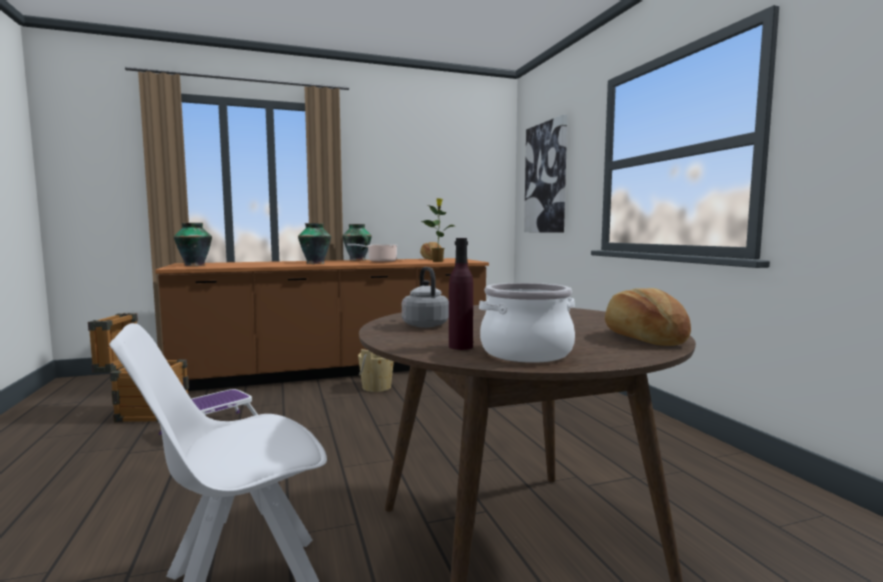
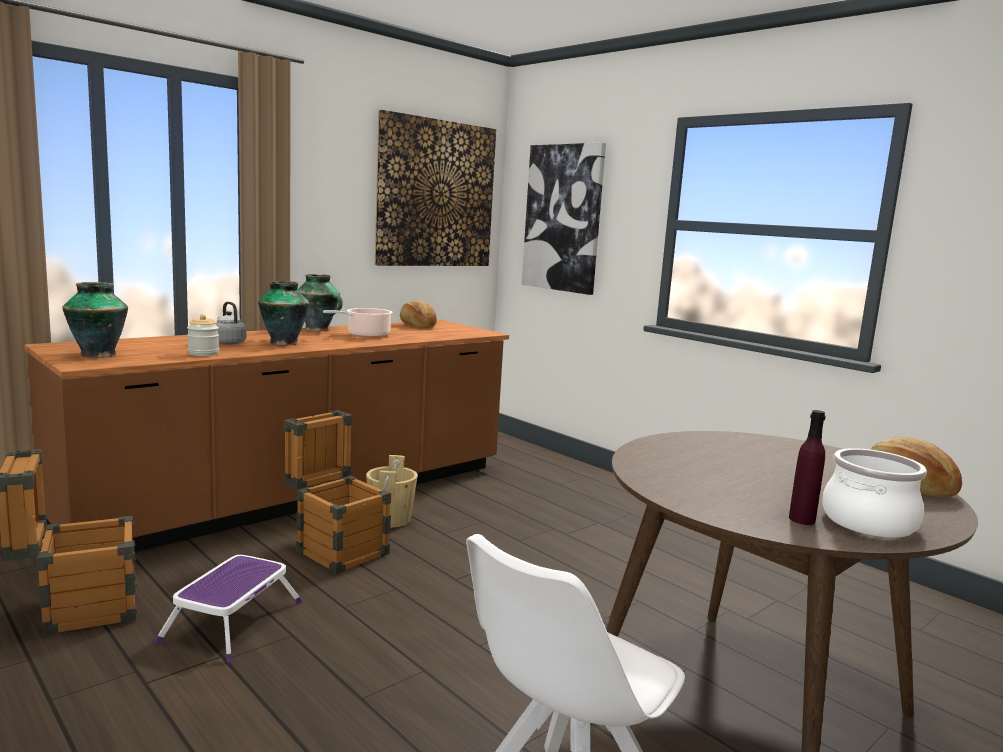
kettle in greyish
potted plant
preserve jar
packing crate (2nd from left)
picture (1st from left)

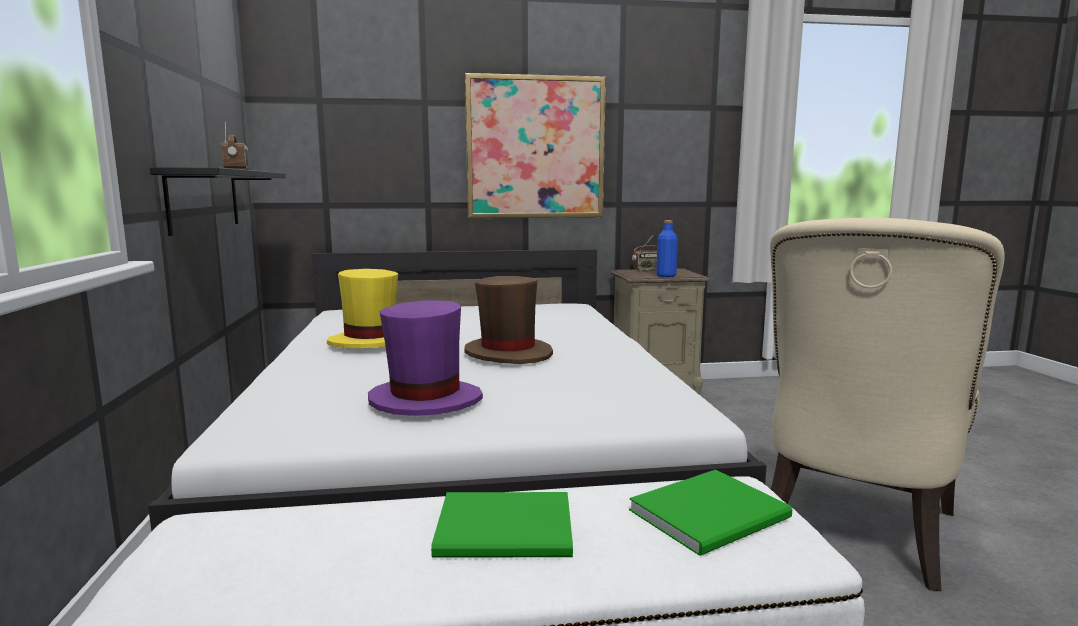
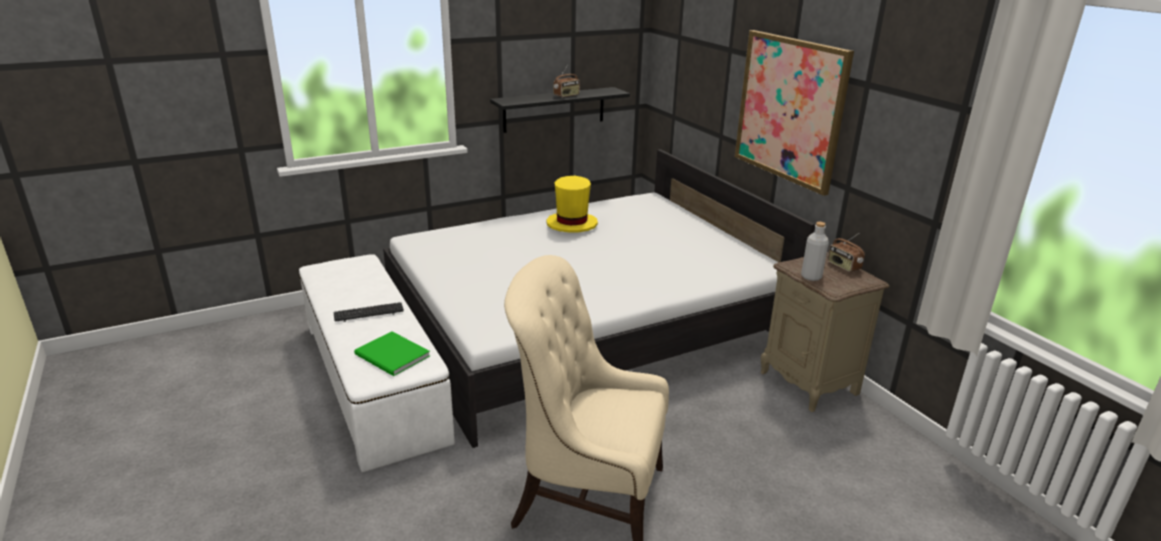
clothing hat in purple-coloured
PC keyboard
clothing hat in brown-coloured
drink bottle in greyish

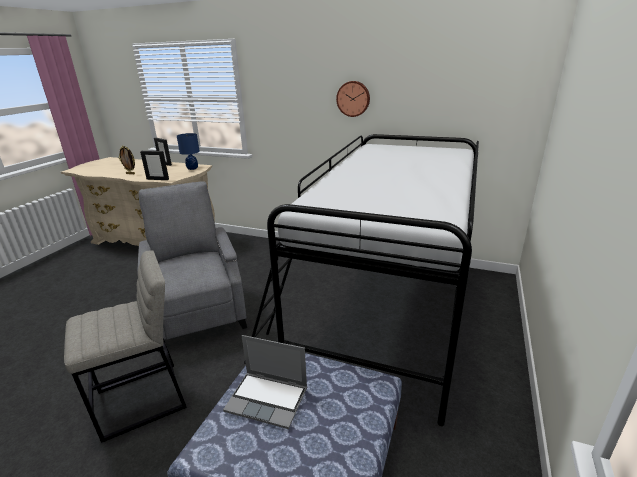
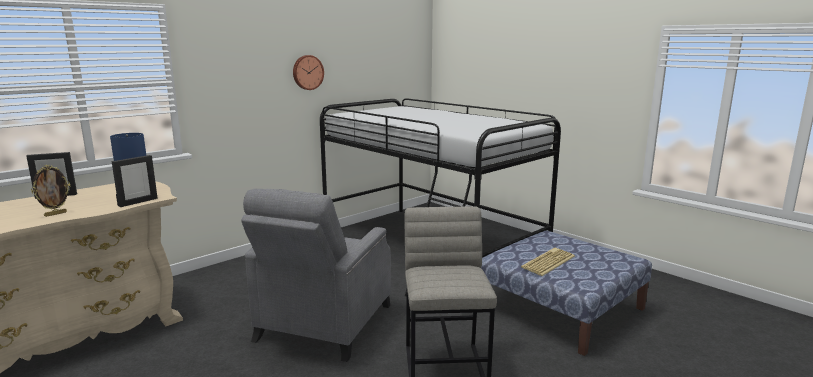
easy chair in greyish
PC keyboard

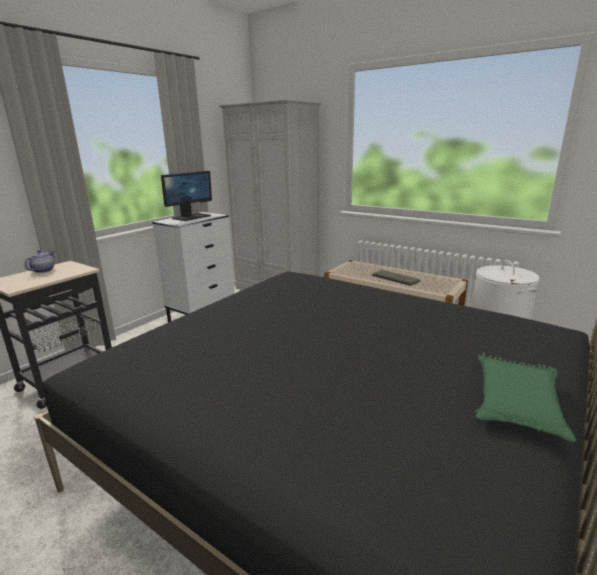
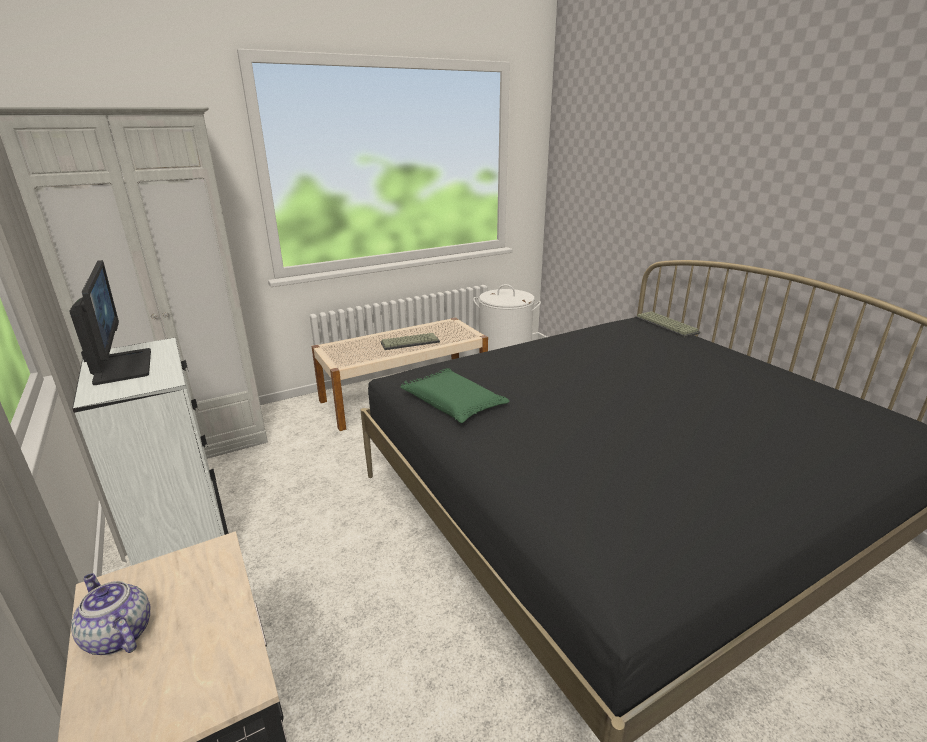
throw pillow in green-coloured
PC keyboard (2nd from left)

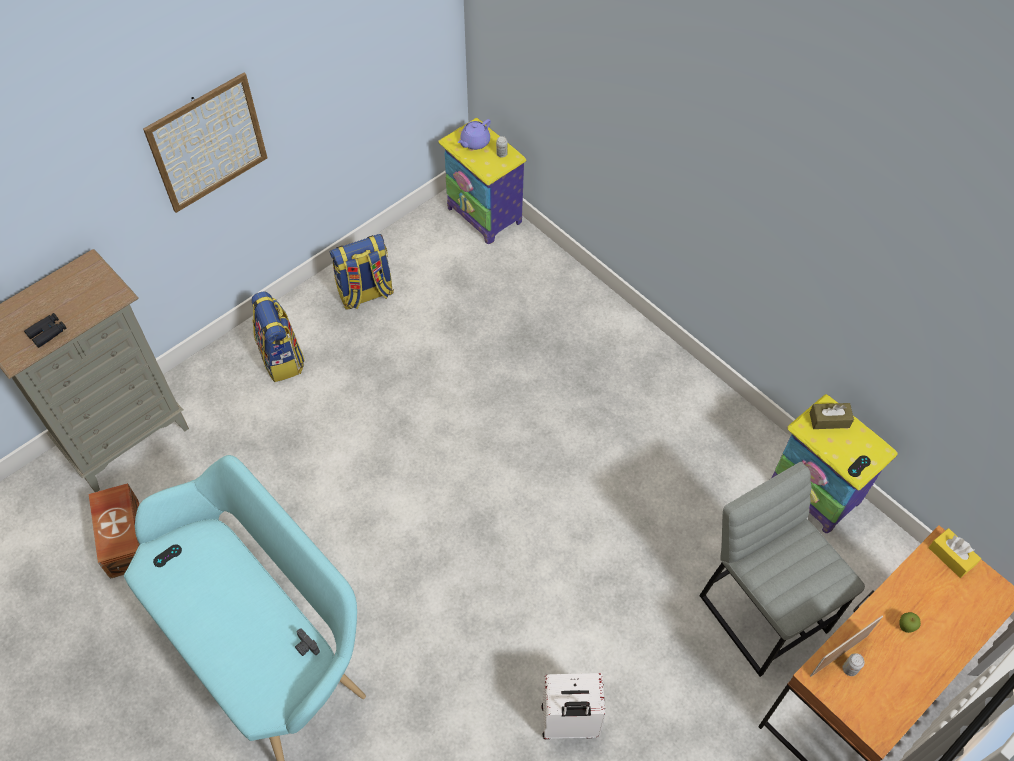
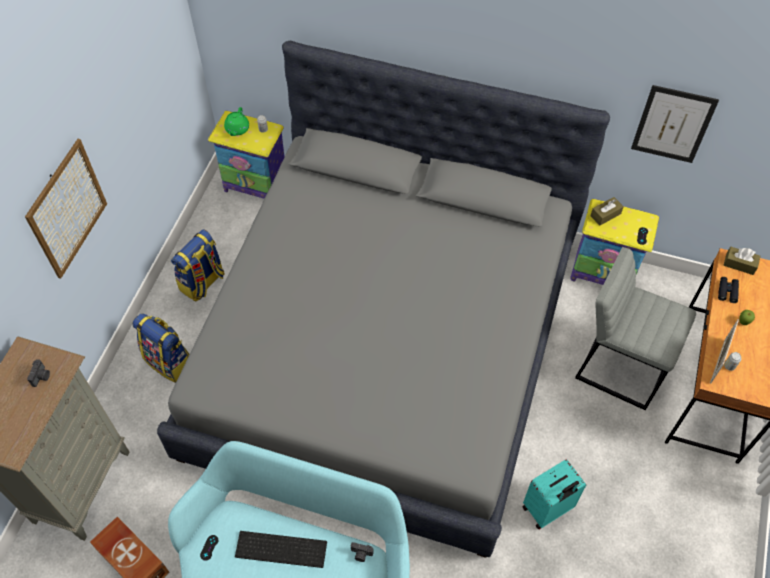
field glasses in black
teapot in green-coloured
travel case in blue-green
tissue box in brown-coloured (2nd from left)
photo camera (1st from left)
sleeping bed in greyish
PC keyboard
picture (2nd from left)

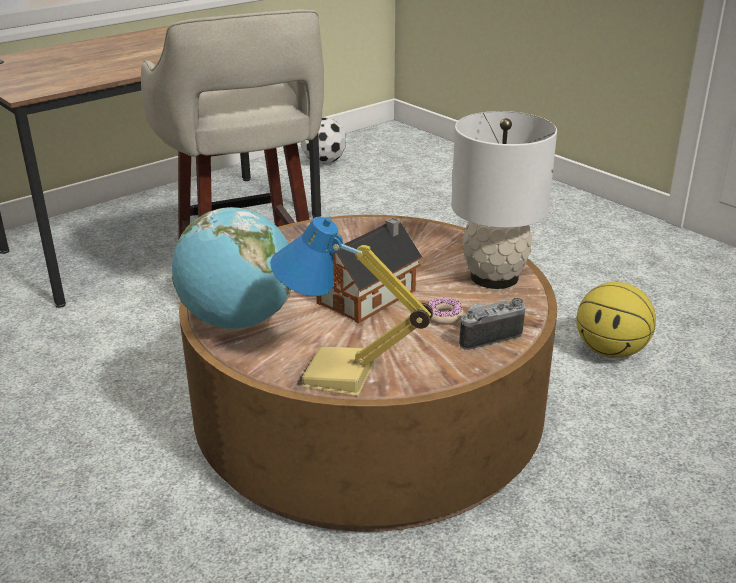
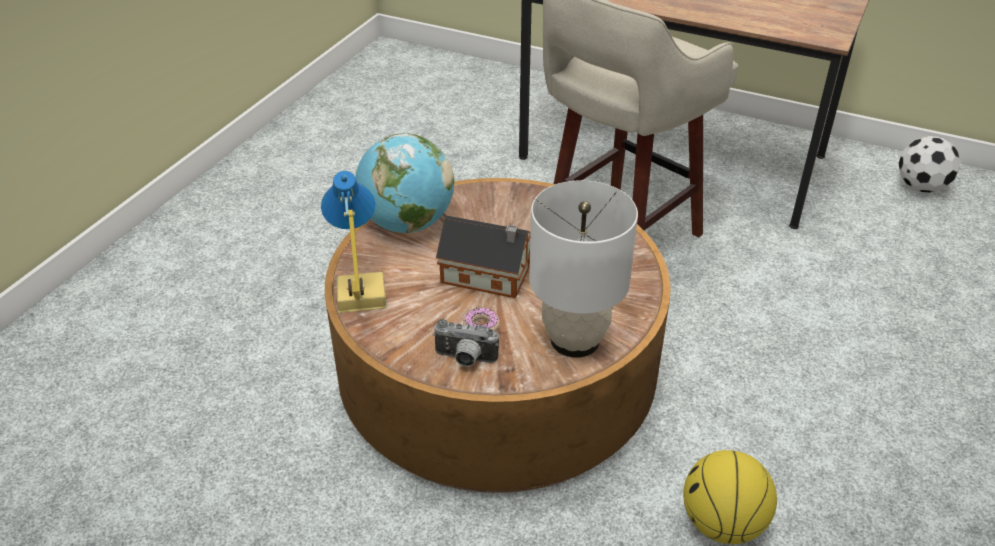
photo camera

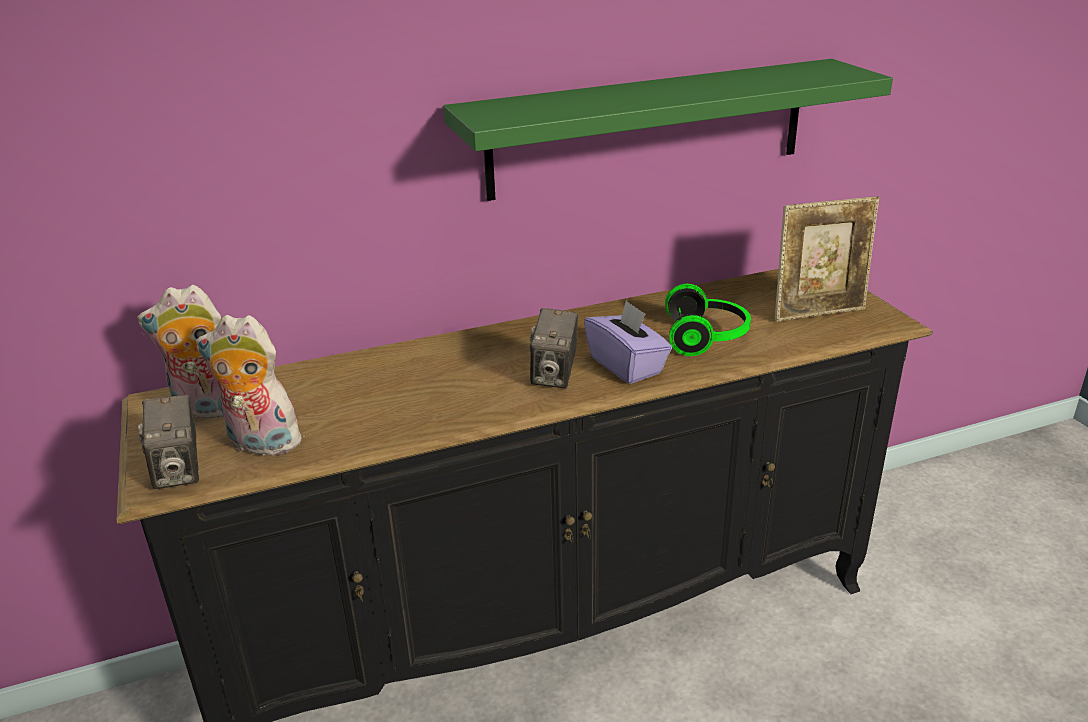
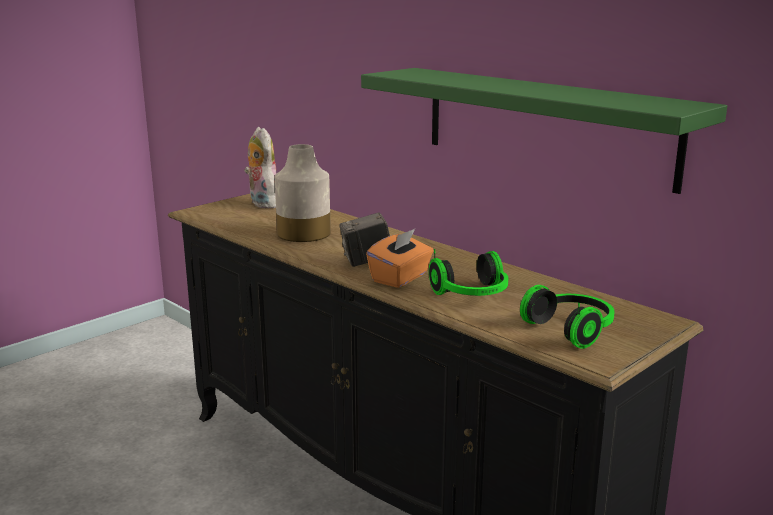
photo camera (1st from left in the first image)
cuddly toy (2nd from left in the first image)
tissue box in orangey
headset (2nd from left)
flower vase in beige-coloured

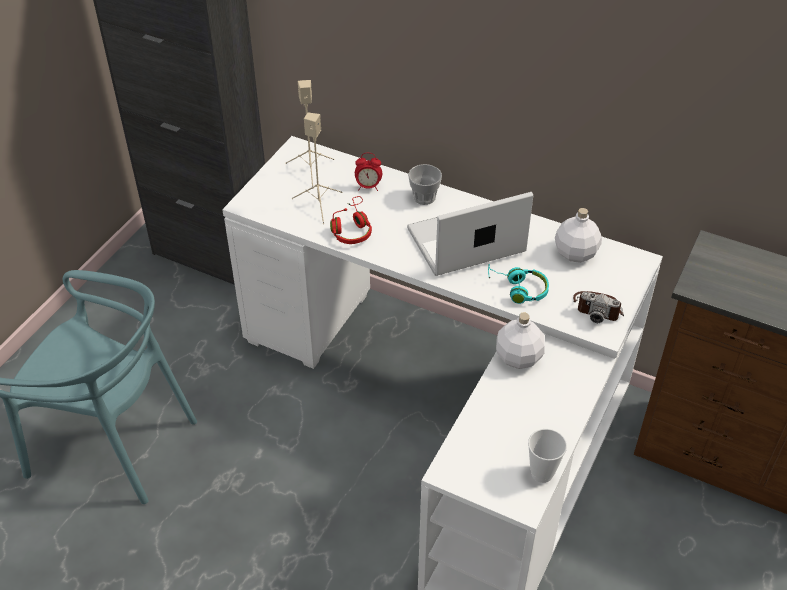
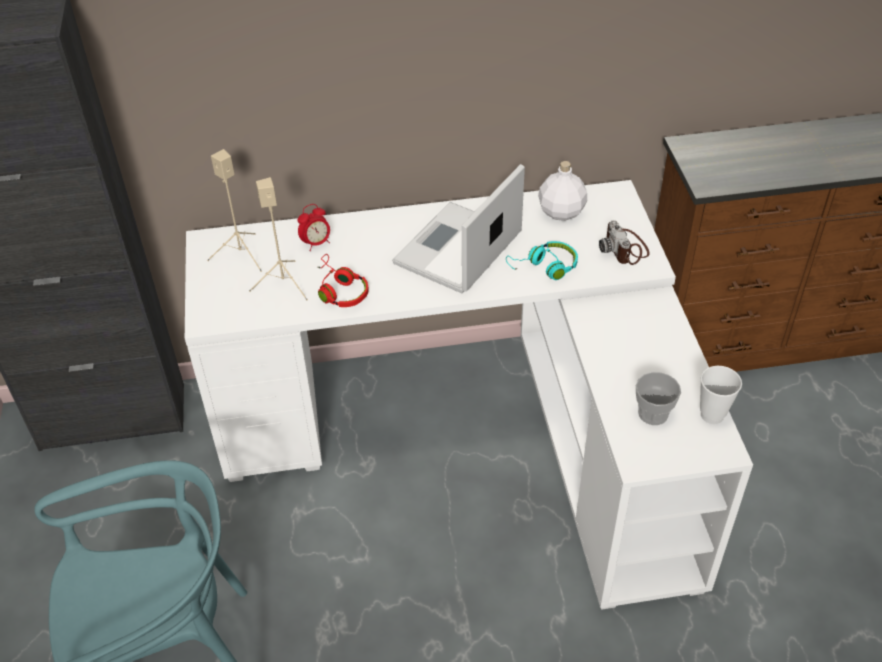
cup (1st from left)
drink bottle in white (1st from left in the first image)
photo camera

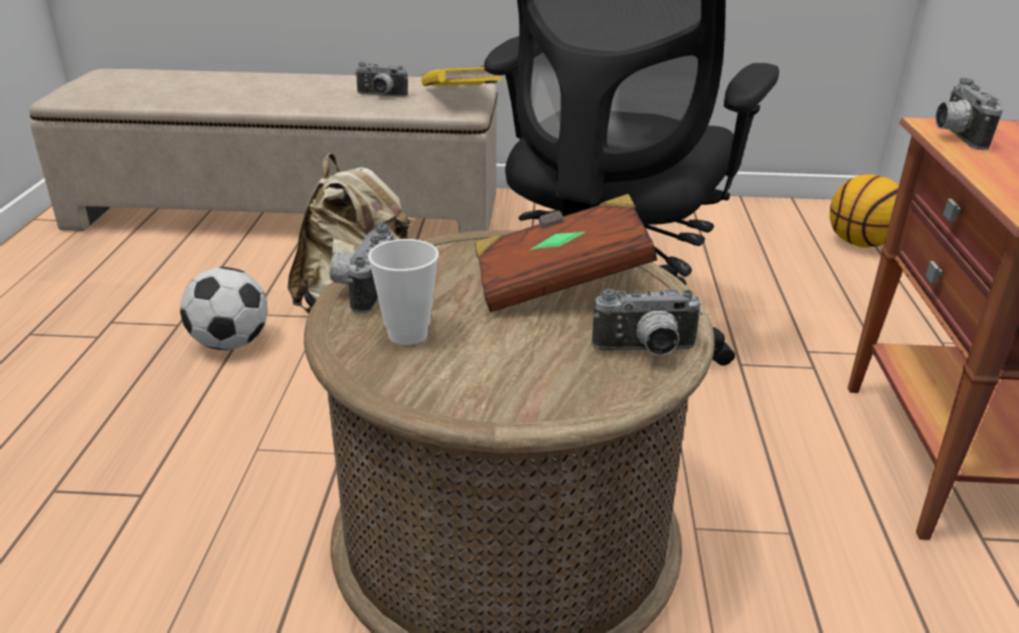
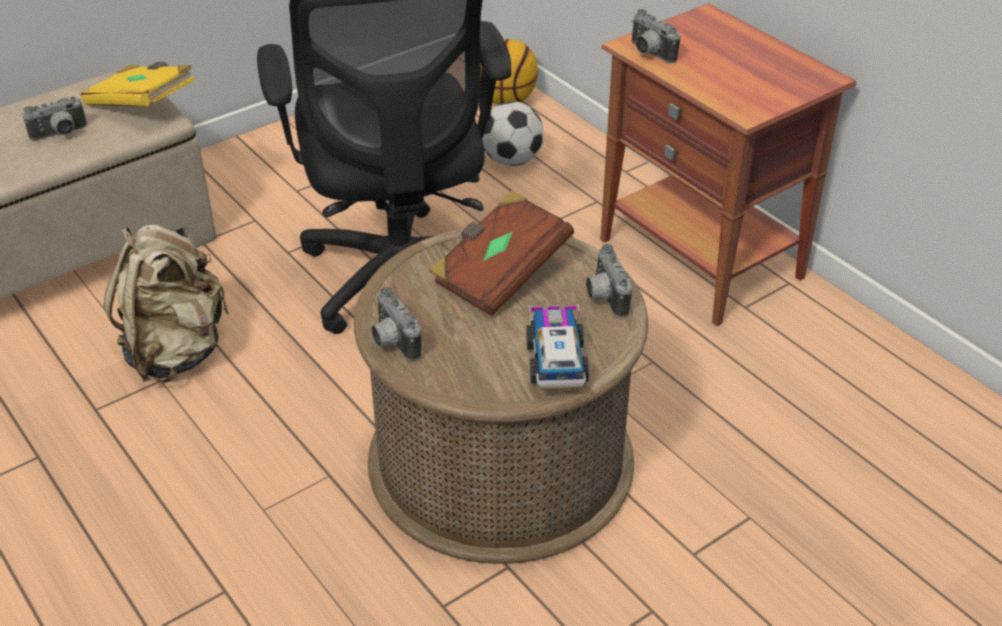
football ball
cup
photo camera (3rd from left)
toy lorry

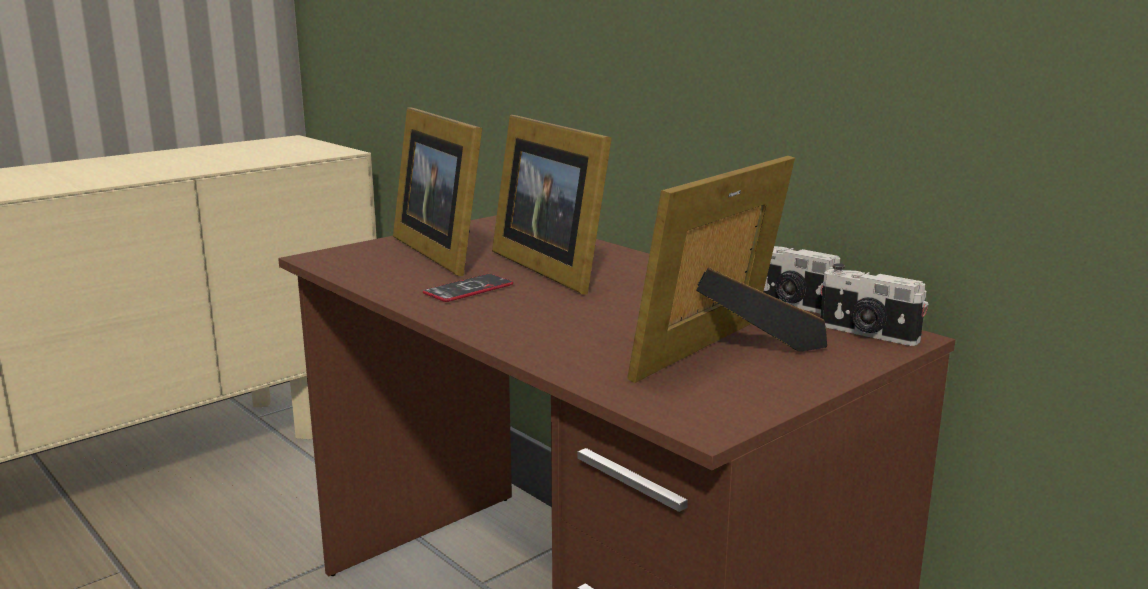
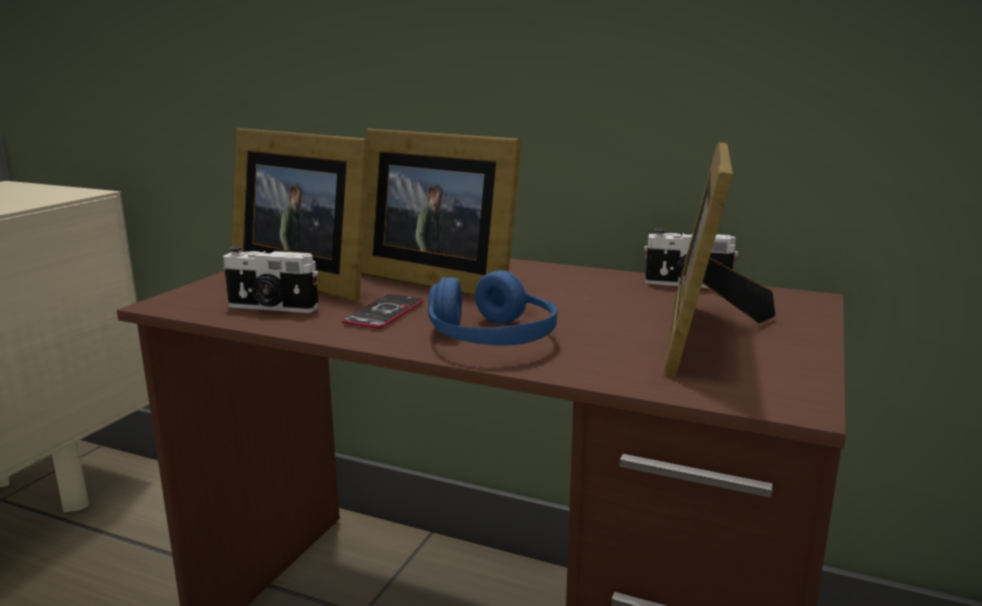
photo camera (1st from left)
headset in blue

